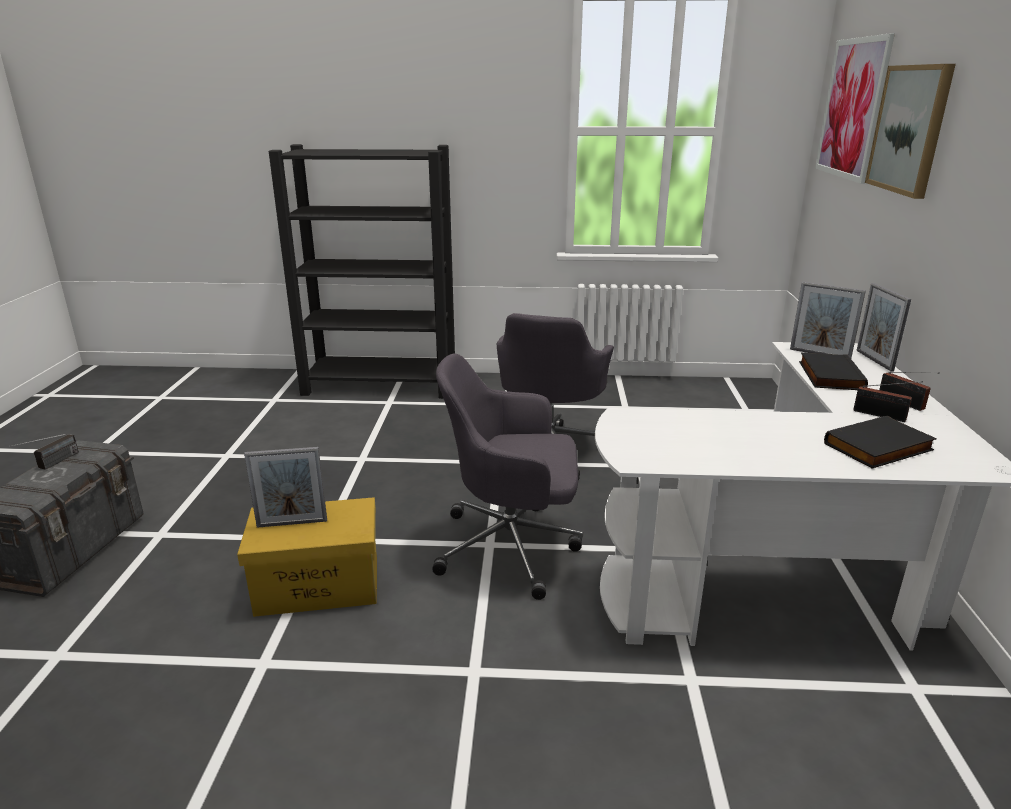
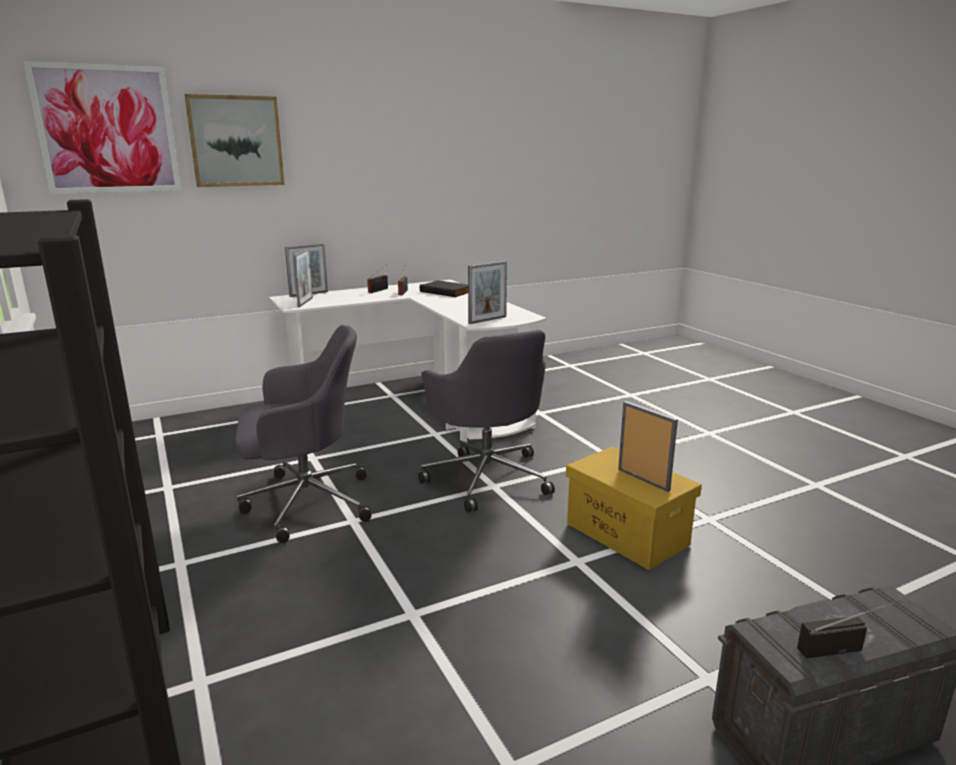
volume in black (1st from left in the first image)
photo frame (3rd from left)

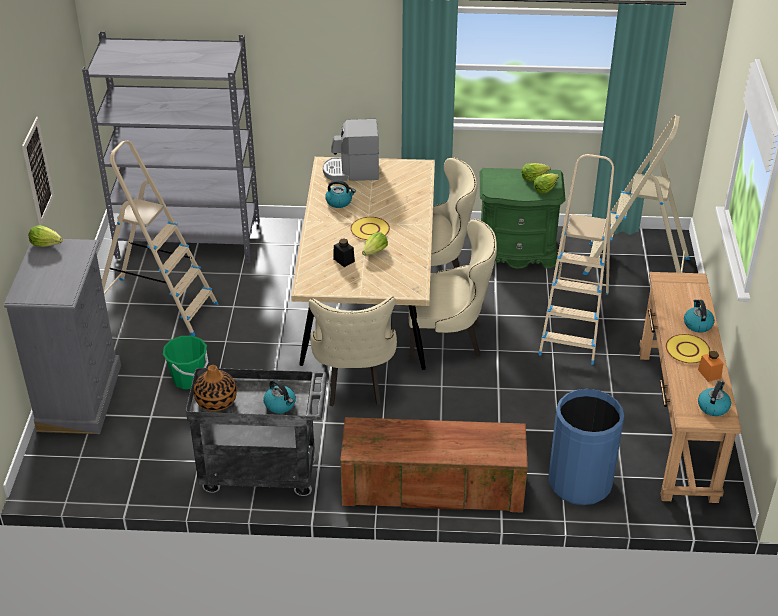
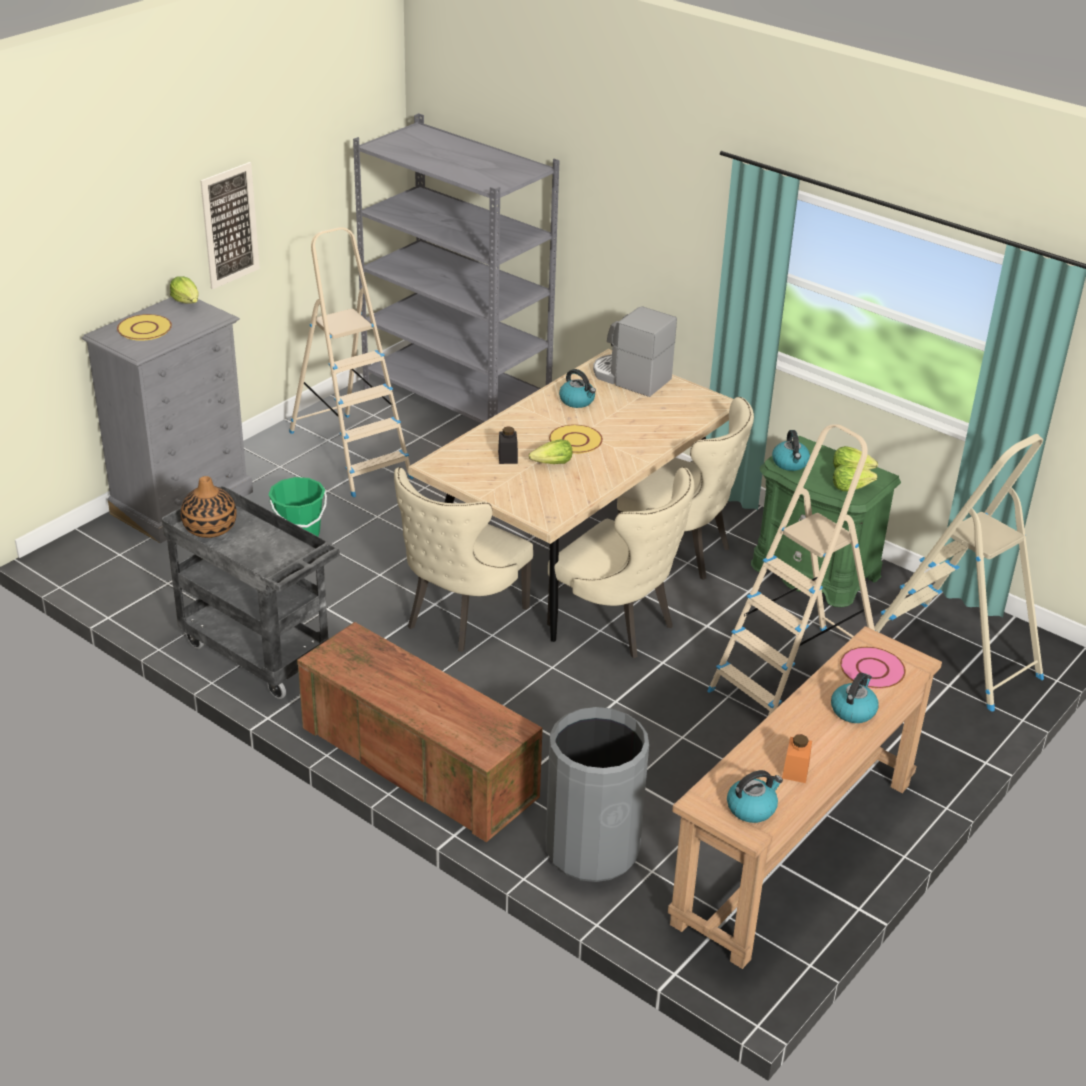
kettle (3rd from left)
trash can in greyish
dinner plate in yellowish (1st from left)
dinner plate in pink-coloured

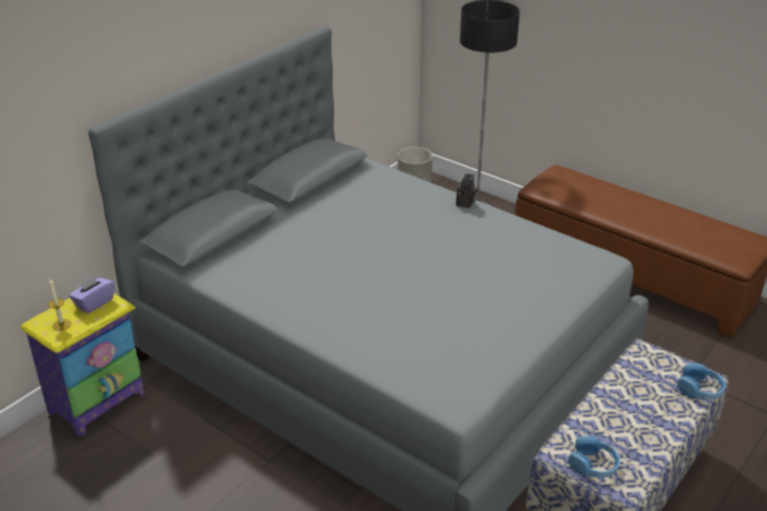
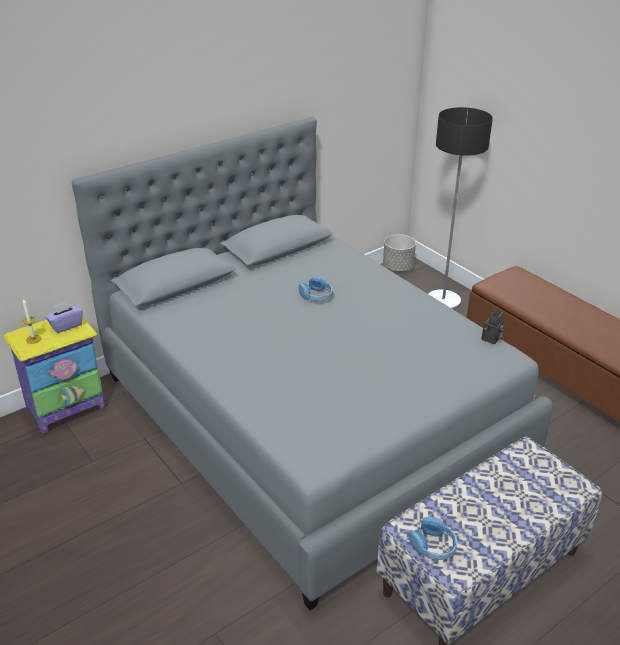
photo camera
headset in blue (1st from left)

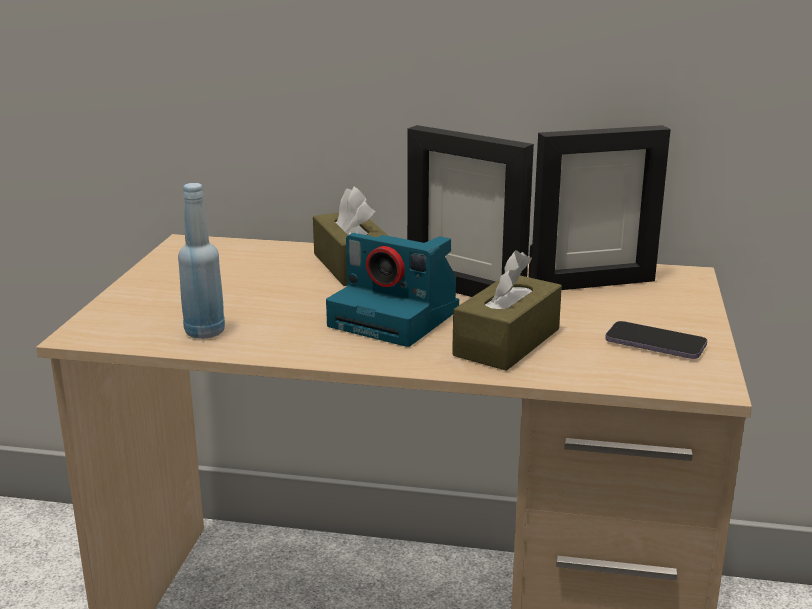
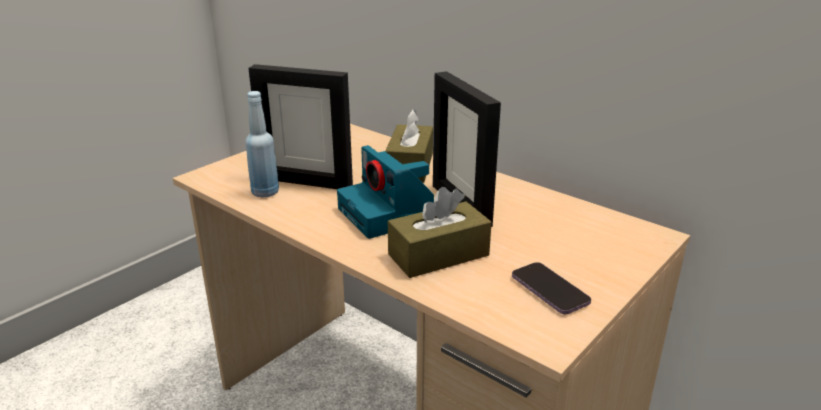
photo frame (1st from left)

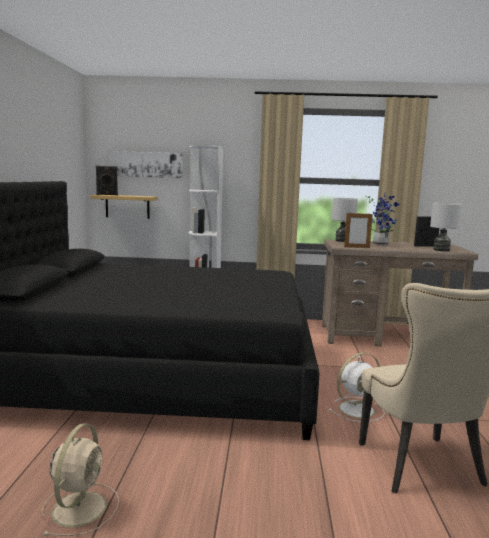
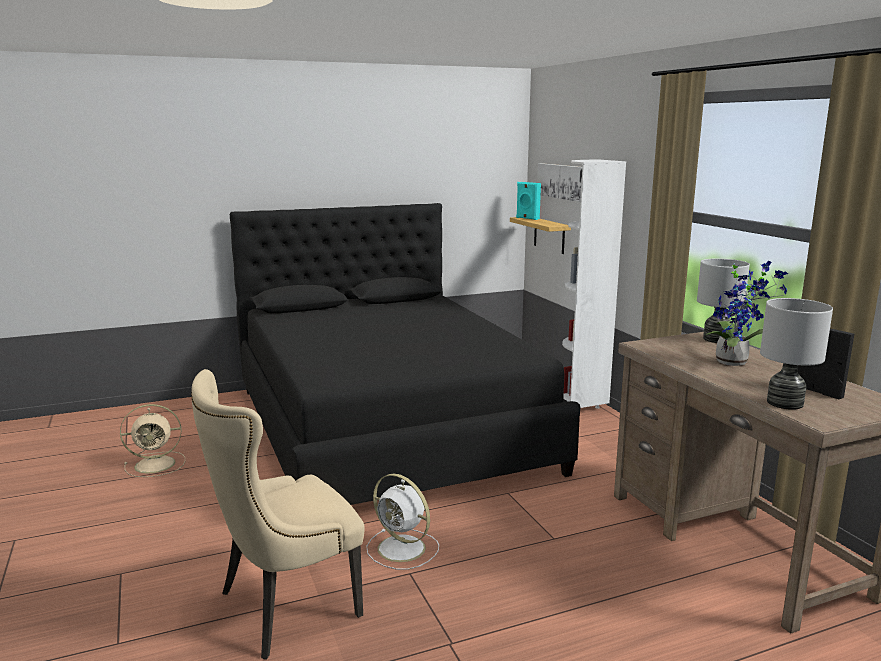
audio speaker in blue-green
photo frame (1st from left in the first image)

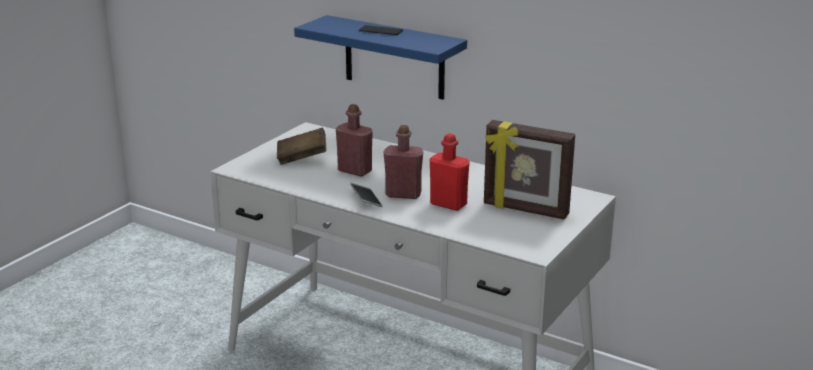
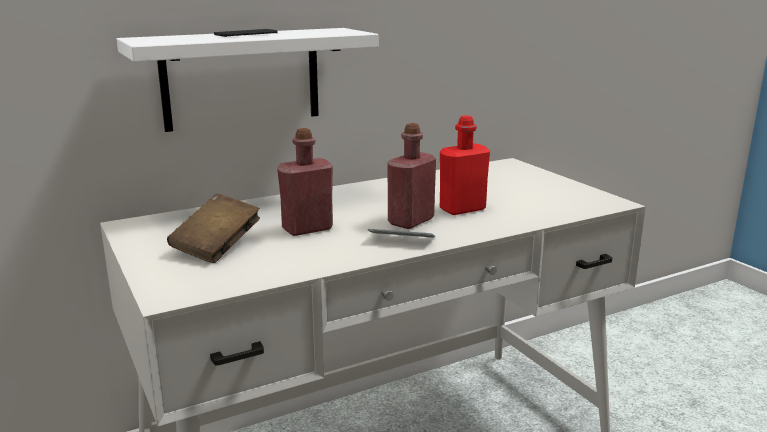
bracket shelf in white
photo frame

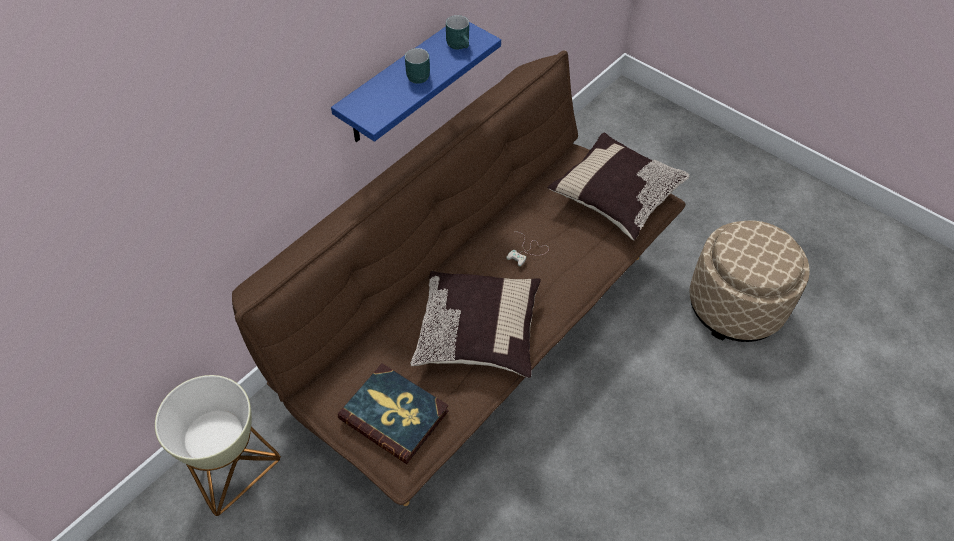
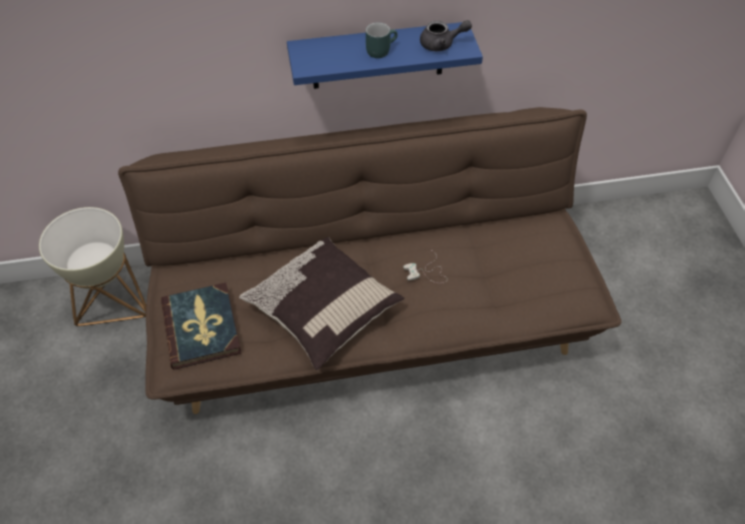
teapot in greyish
throw pillow (2nd from left in the first image)
footrest in beige-coloured

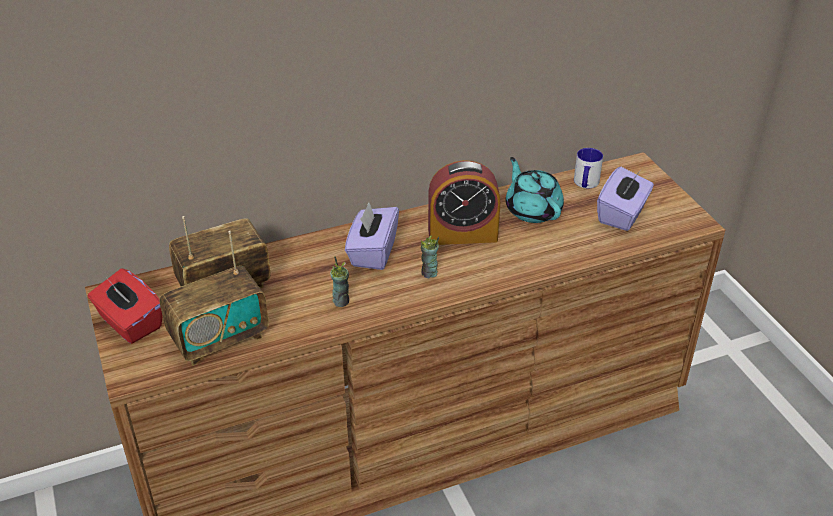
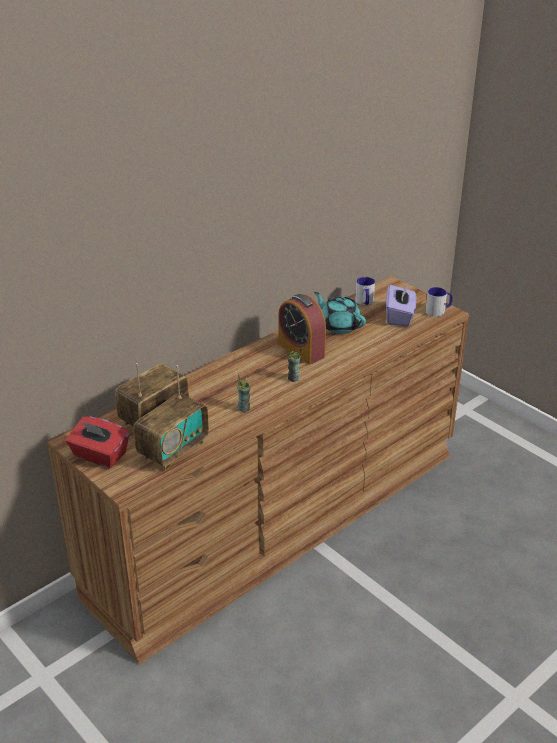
tissue box in purple-coloured (1st from left in the first image)
alarm clock
mug (2nd from left)

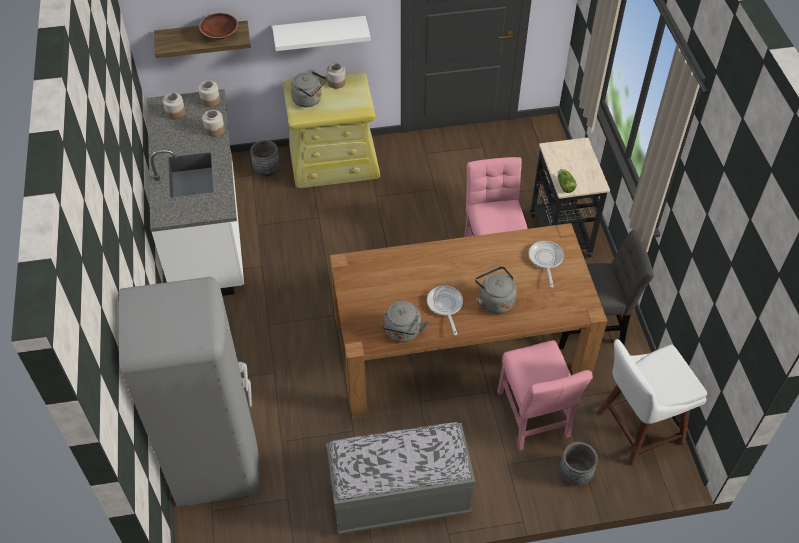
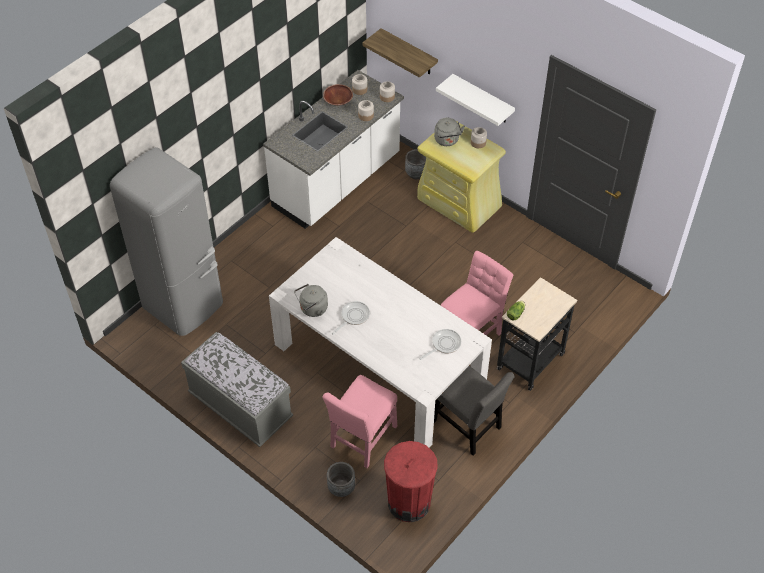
serving bowl in brown-coloured
dinner table in white
kettle in greyish (3rd from left in the first image)
trash can in reddish

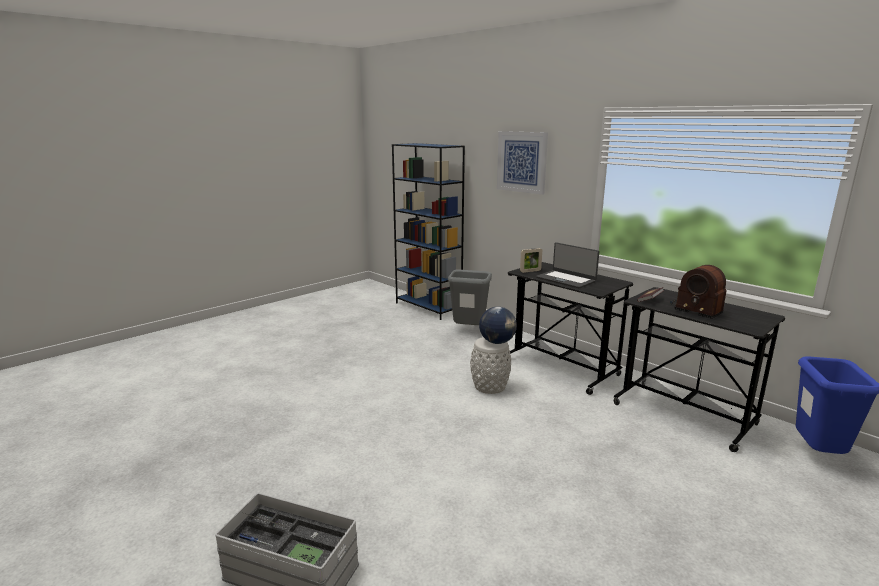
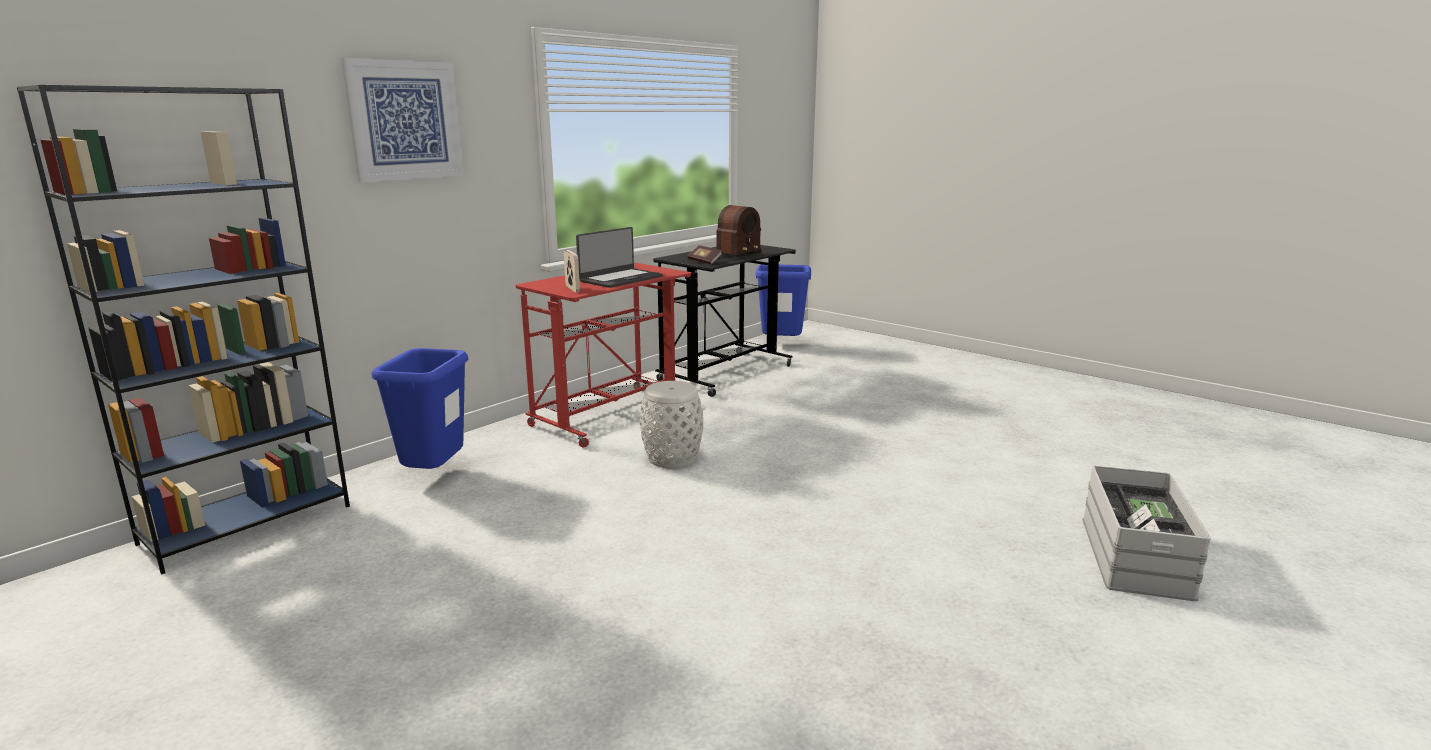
trash can in blue (1st from left)
globe
desk unit in reddish

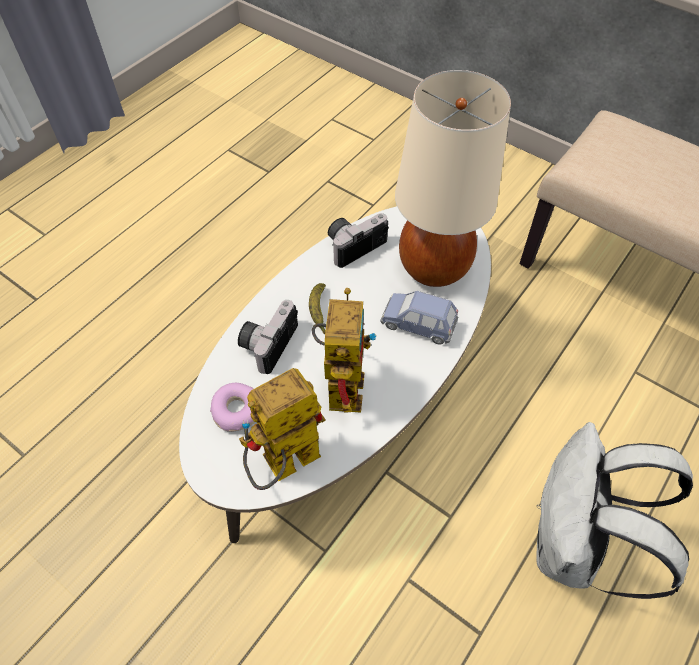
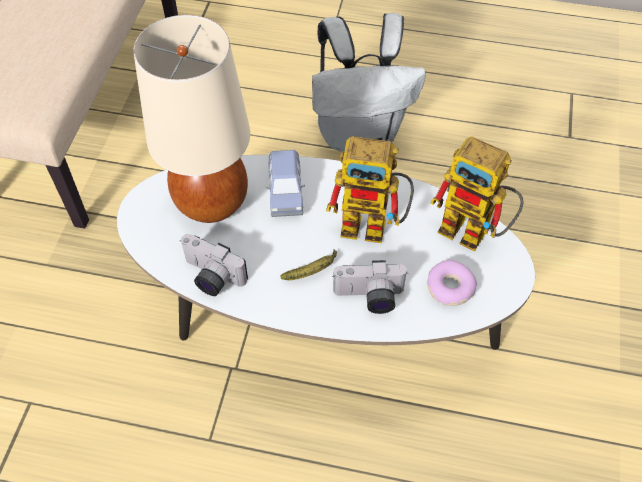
robot figure (1st from left)

